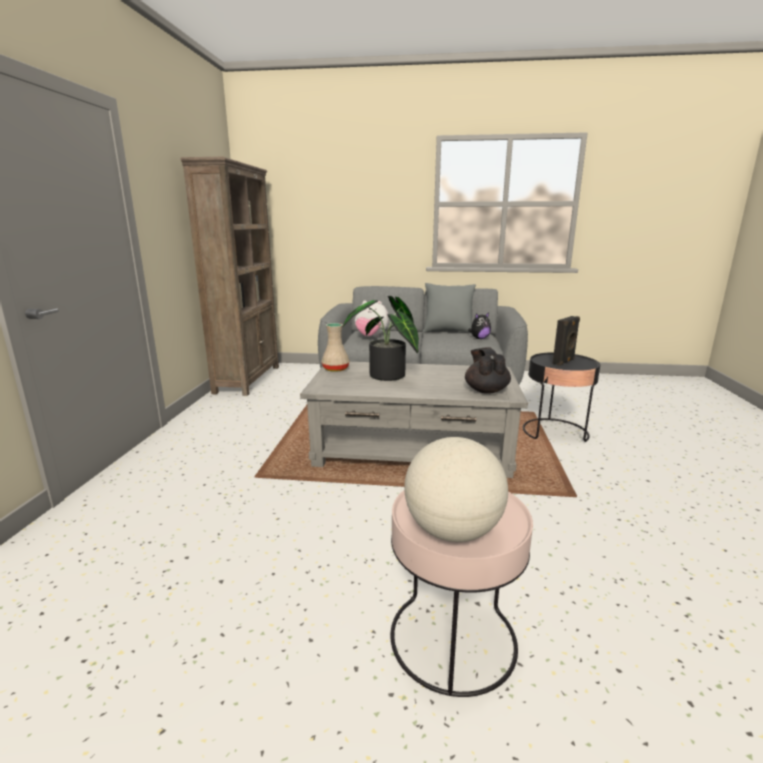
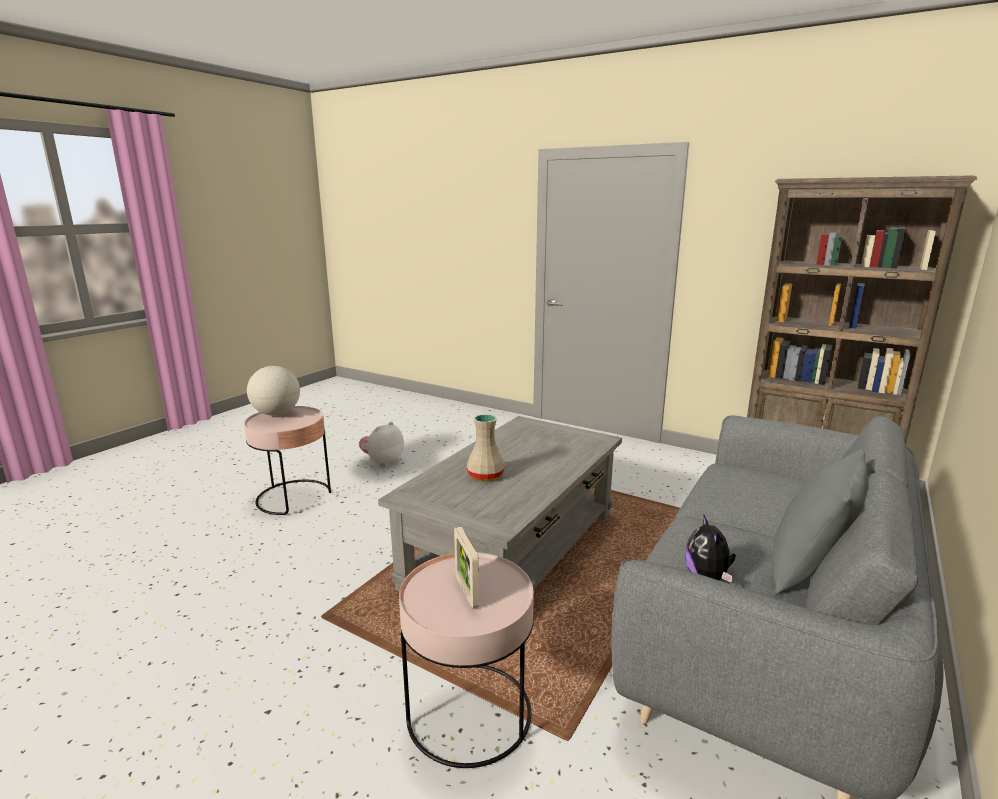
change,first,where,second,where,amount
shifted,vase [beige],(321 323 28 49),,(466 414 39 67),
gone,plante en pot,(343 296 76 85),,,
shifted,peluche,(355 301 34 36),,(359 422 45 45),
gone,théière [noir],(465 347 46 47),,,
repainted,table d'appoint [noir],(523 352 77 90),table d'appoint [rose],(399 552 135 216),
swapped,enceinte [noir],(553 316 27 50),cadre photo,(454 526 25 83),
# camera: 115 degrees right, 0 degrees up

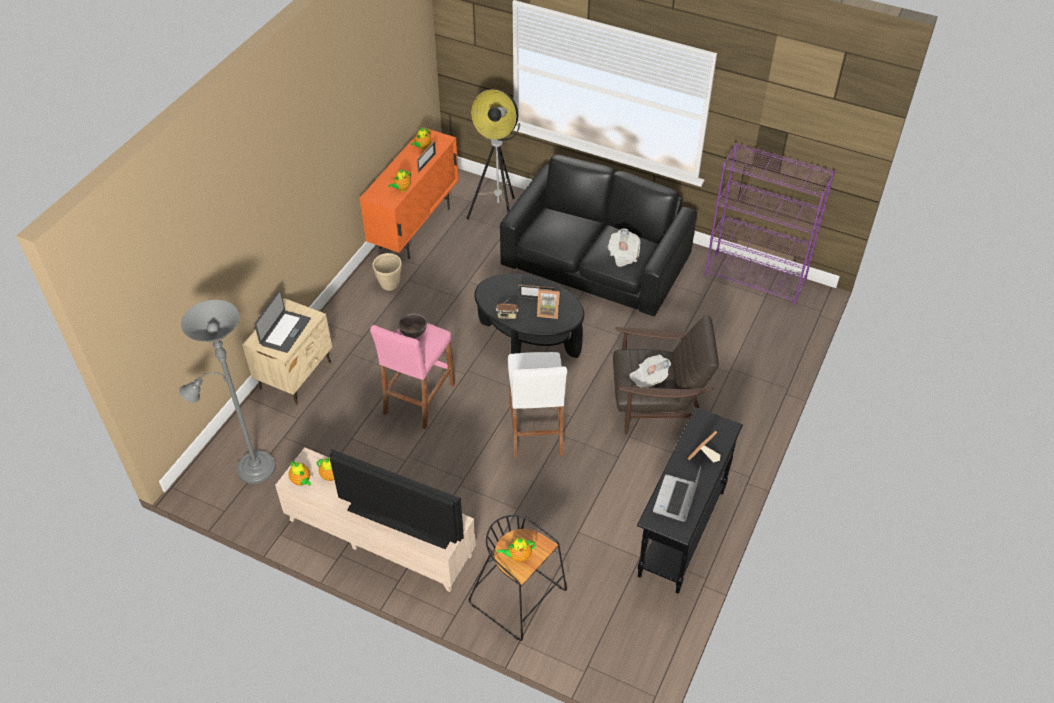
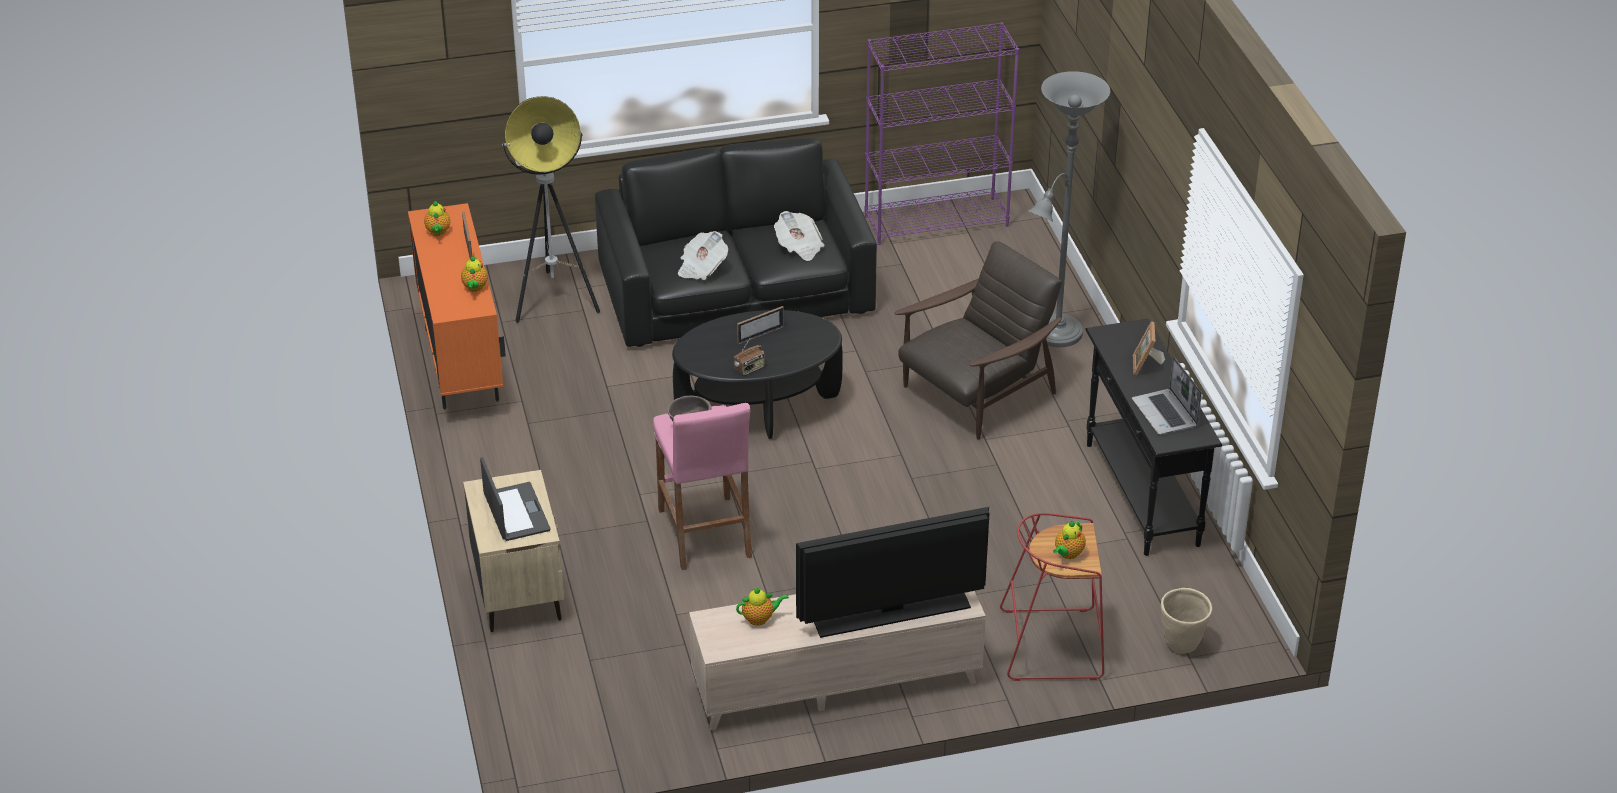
change,first,where,second,where,amount
shifted,lampadaire [gris],(179 300 97 184),,(1028 71 82 276),
gone,théière,(289 461 22 25),,,
shifted,cache-pot [beige],(372 253 30 38),,(1161 588 51 66),
repainted,tabouret [noir],(469 515 98 126),tabouret [rouge],(1000 513 104 168),
gone,tabouret [blanc],(508 352 59 106),,,
gone,cadre photo,(537 289 23 30),,,
shifted,journal,(629 355 42 33),,(678 231 50 49),
# camera: 40 degrees left, 10 degrees down

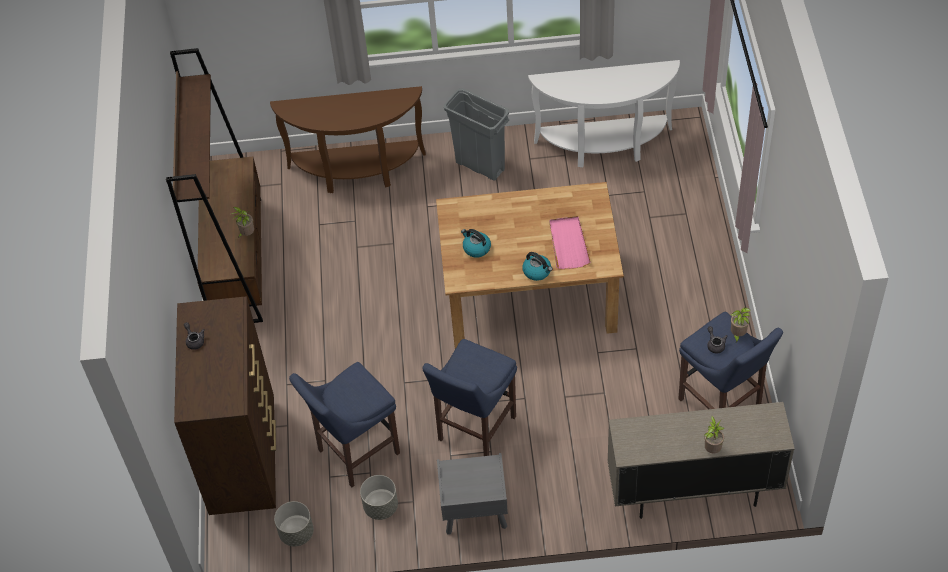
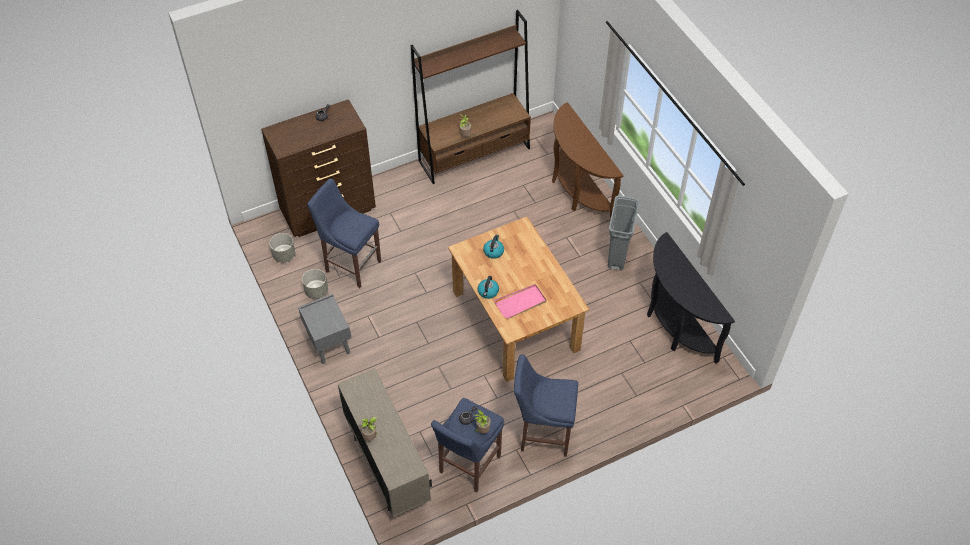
change,first,where,second,where,amount
shifted,tabouret [bleu],(422 339 95 117),,(514 354 64 103),
repainted,table console [blanc],(528 60 152 108),table console [noir],(647 232 88 132),
# camera: 65 degrees right, 0 degrees up

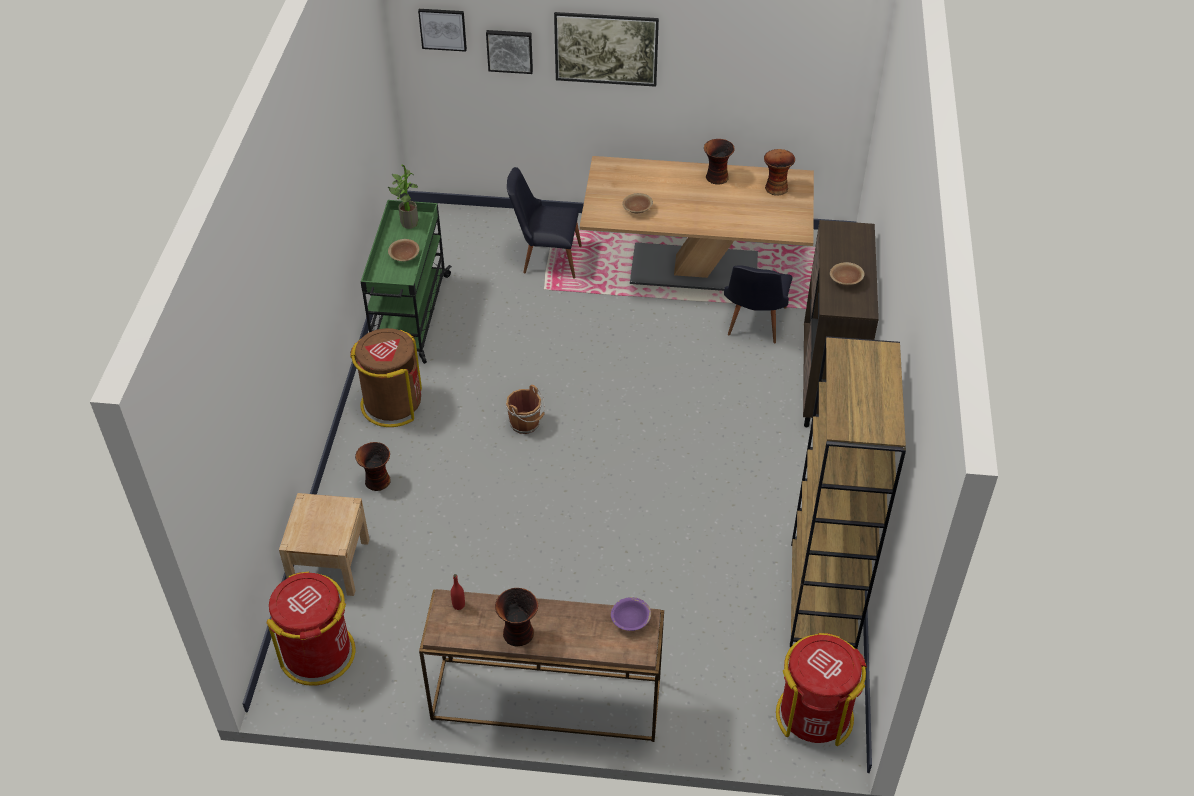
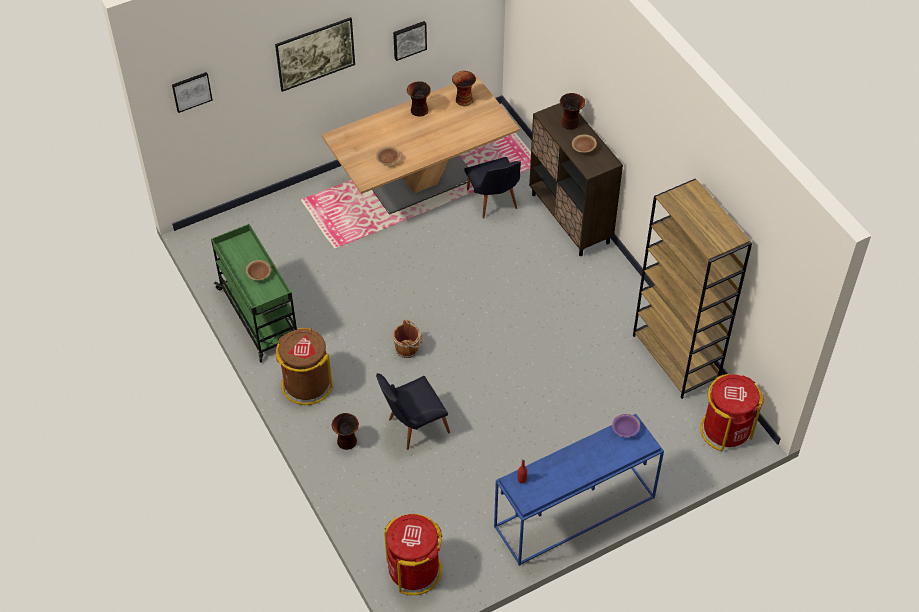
change,first,where,second,where,amount
gone,table de chevet [beige],(279 493 90 103),,,
gone,plante en pot,(388 165 30 64),,,
repainted,table console [marron],(419 589 245 153),table console [bleu],(494 414 170 152),
shifted,tableau,(486 30 47 44),,(393 21 34 40),
shifted,vase,(495 588 43 58),,(560 93 25 37),
shifted,chaise [noir],(507 167 75 112),,(376 373 74 77),
# camera: 35 degrees left, 5 degrees up

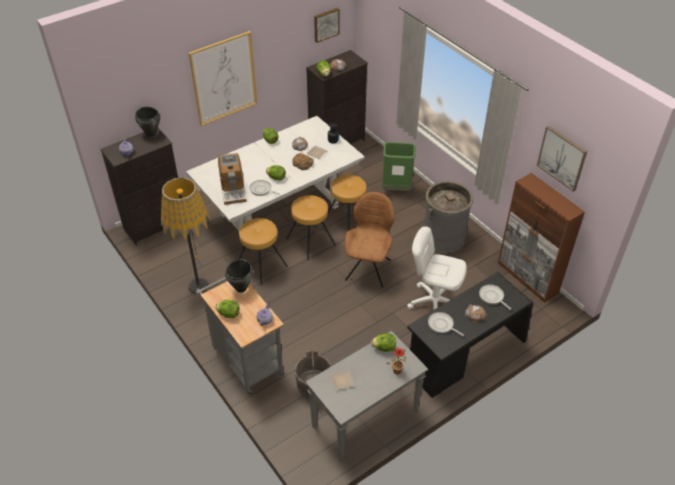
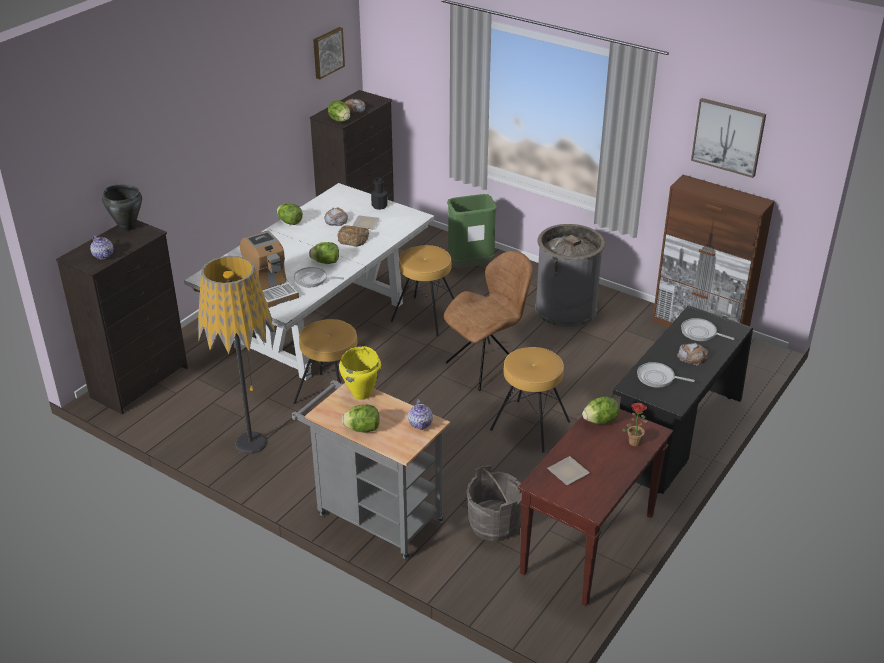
change,first,where,second,where,amount
gone,tableau,(189 31 68 95),,,
repainted,marmite [noir],(225 259 28 34),marmite [jaune],(339 346 42 54),
shifted,tabouret [marron],(287 195 49 65),,(490 347 80 106),
repainted,table console [gris],(306 331 122 132),table console [marron],(518 409 155 197),
rotated,chaise [marron],(345 192 50 96),,(444 251 89 140),60 degrees clockwise
gone,chaise de bureau [blanc],(407 226 60 84),,,
# camera: 20 degrees left, 10 degrees down

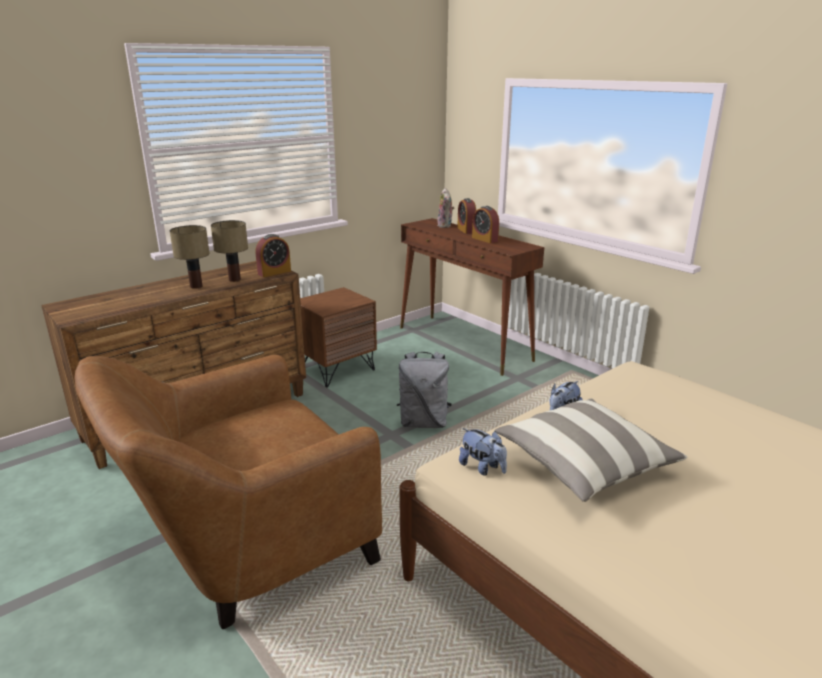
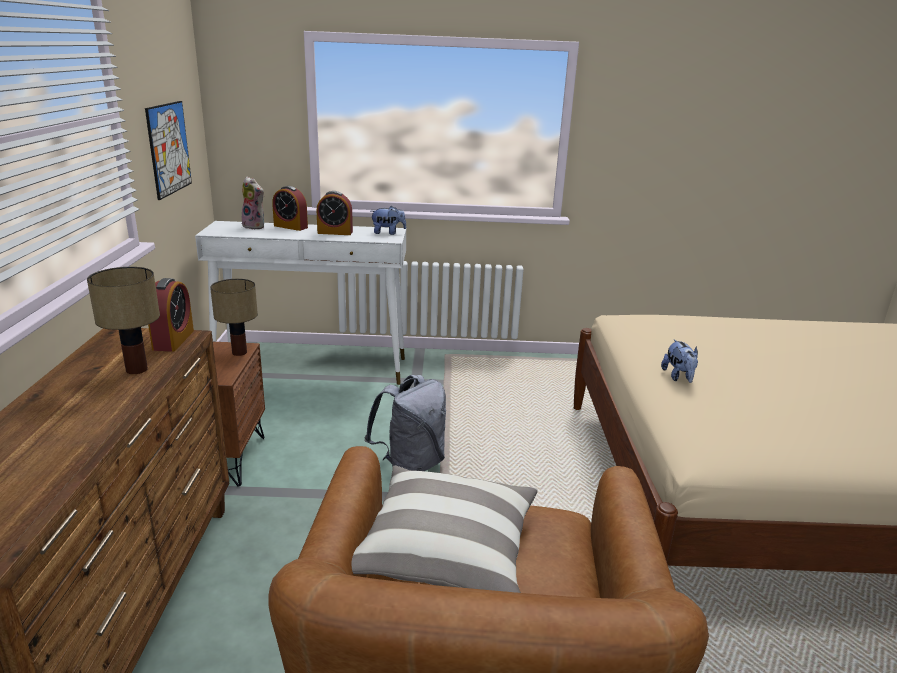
change,first,where,second,where,amount
shifted,lampe de table,(170 225 40 64),,(210 279 48 77),
repainted,table console [marron],(400 218 144 158),table console [blanc],(195 221 211 164),
shifted,peluche,(459 428 48 48),,(372 206 34 29),
shifted,coussin,(495 399 192 103),,(351 466 187 127),
new,,,tableau,(145 101 47 99),
# camera: 50 degrees left, 0 degrees up

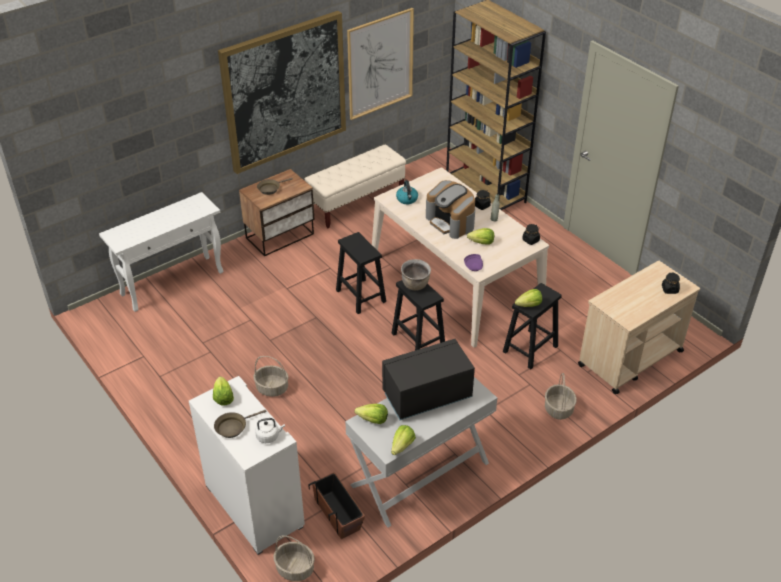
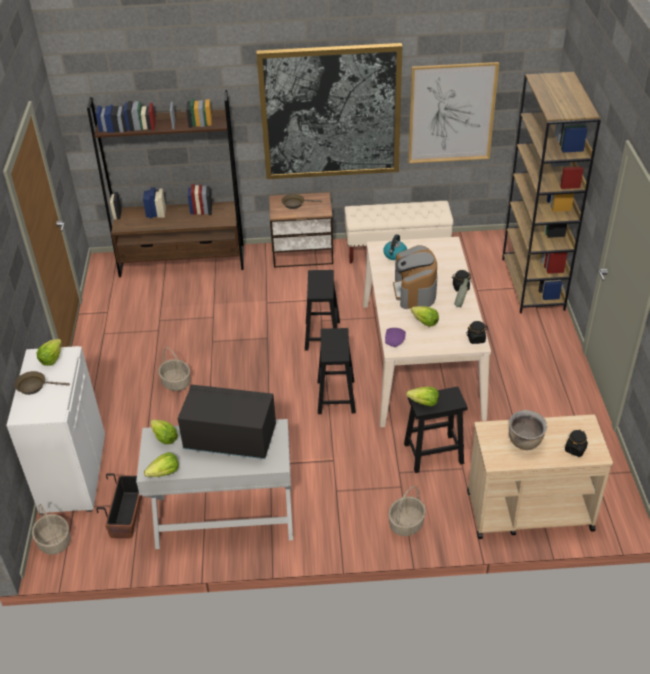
change,first,where,second,where,amount
swapped,table console [blanc],(99 192 125 120),bibliothèque [marron],(87 90 157 187),
gone,bouilloire [blanc],(255 418 30 25),,,
shifted,marmite [marron],(401 259 30 32),,(509 410 38 40),
# camera: 35 degrees right, 0 degrees up

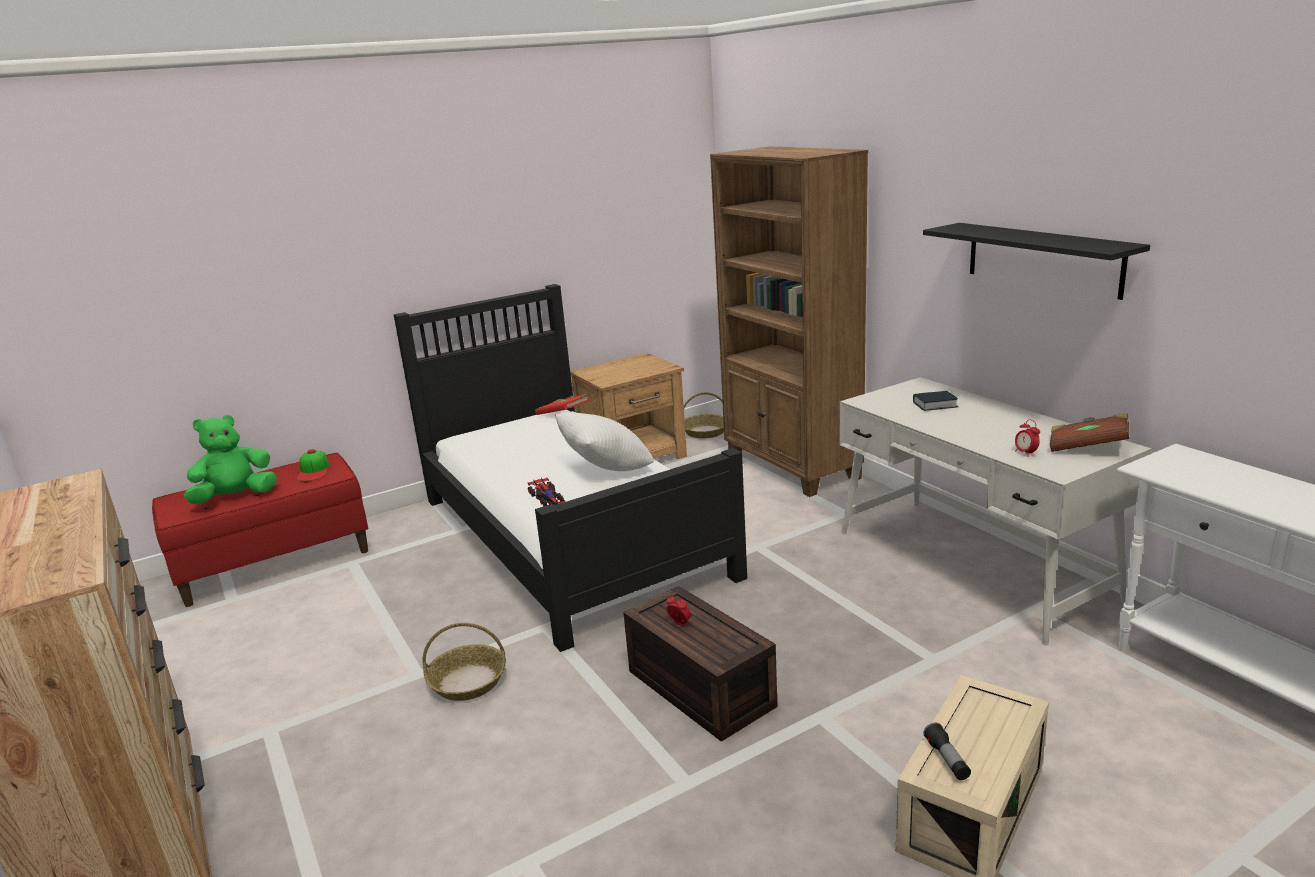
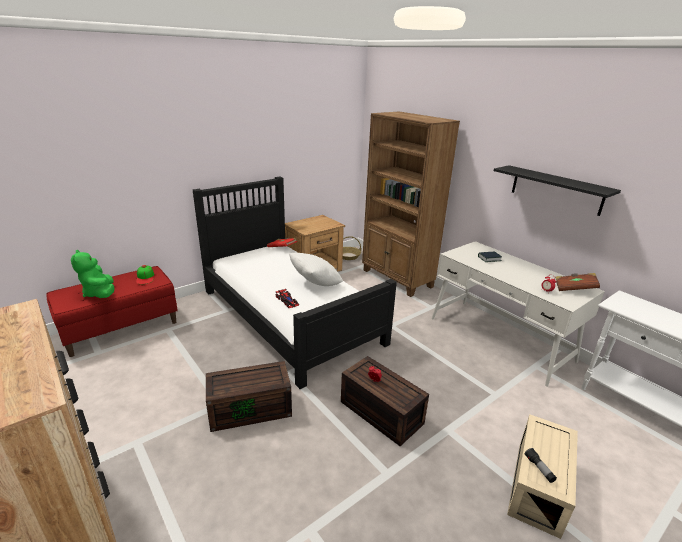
change,first,where,second,where,amount
rotated,peluche [vert],(184 415 93 89),,(71 250 44 48),75 degrees counterclockwise
swapped,panier,(422 623 84 78),boîte de rangement [marron],(206 361 86 71),
# camera: 10 degrees left, 5 degrees up

